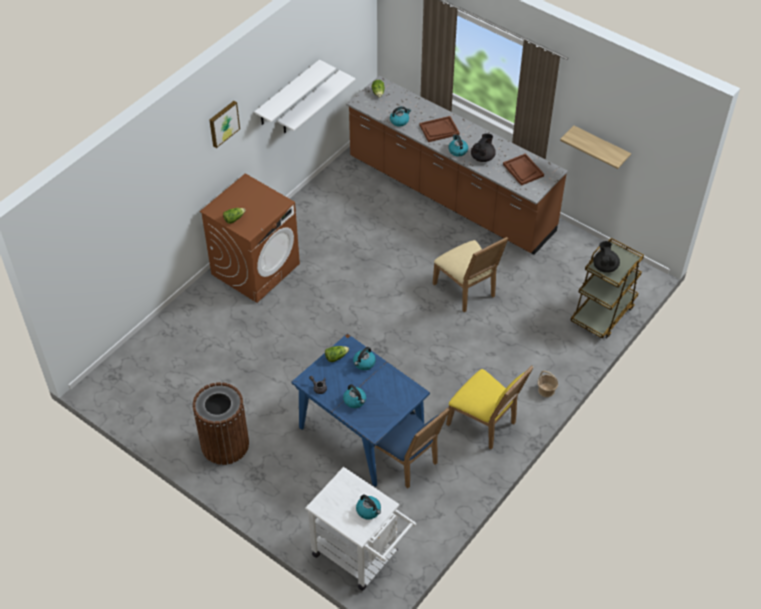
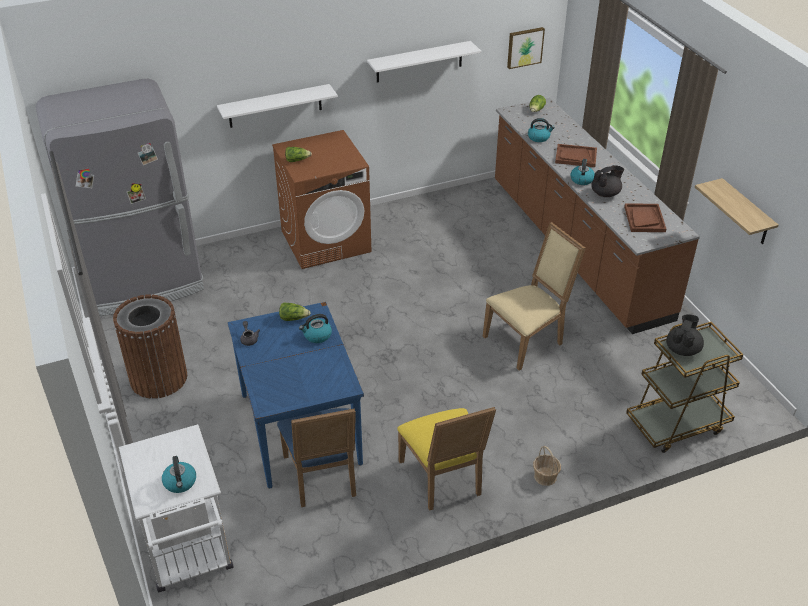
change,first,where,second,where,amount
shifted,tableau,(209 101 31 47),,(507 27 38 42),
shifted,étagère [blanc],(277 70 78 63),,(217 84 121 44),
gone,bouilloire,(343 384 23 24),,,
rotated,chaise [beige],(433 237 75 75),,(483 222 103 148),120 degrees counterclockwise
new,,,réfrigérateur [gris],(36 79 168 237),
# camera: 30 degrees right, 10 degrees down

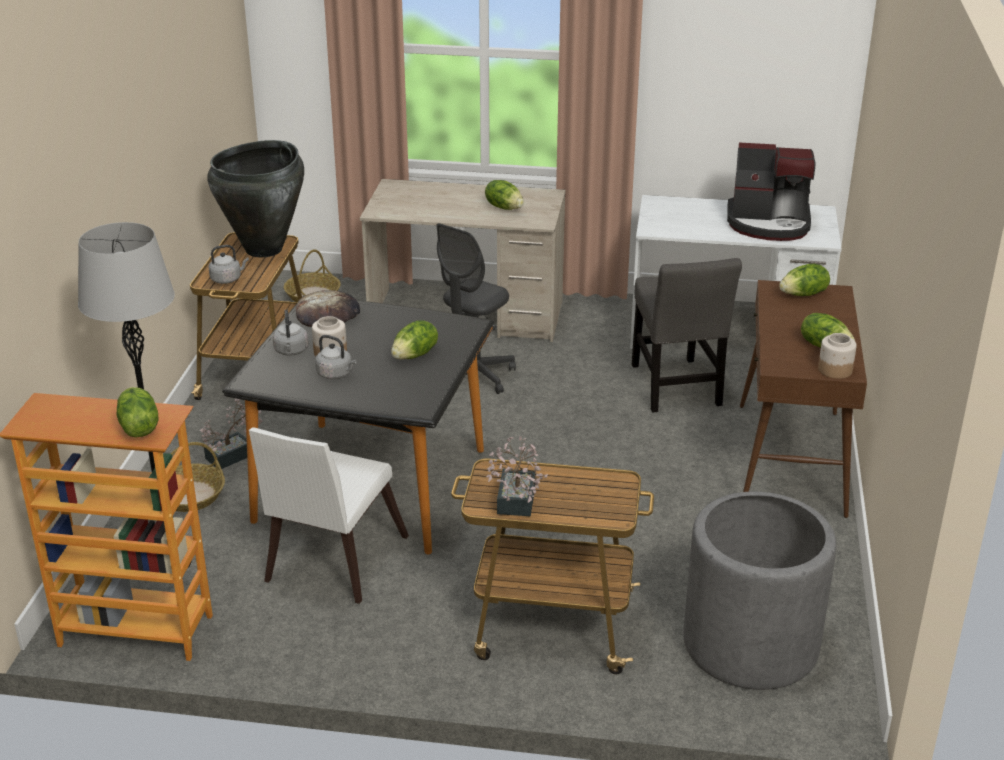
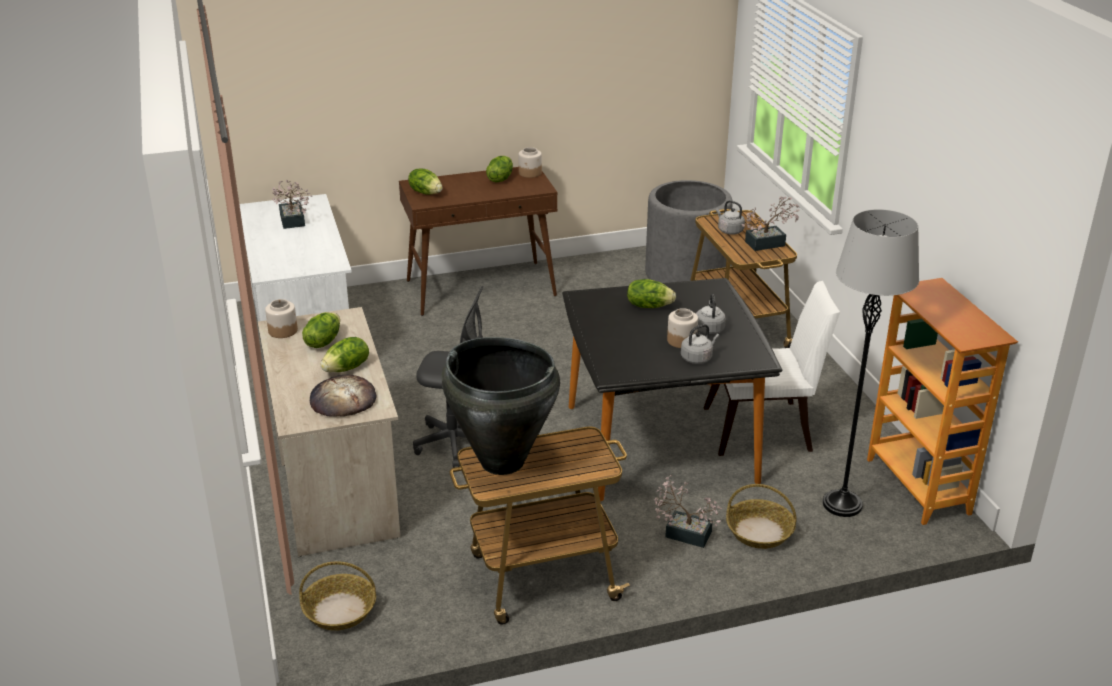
change,first,where,second,where,amount
shifted,laitue,(117 387 42 51),,(321 337 48 35),
shifted,bouilloire [gris],(208 245 41 39),,(716 200 29 35),
shifted,pain,(296 290 64 37),,(310 375 67 42),
gone,chaise [gris],(632 258 110 155),,,
swapped,machine à café,(727 143 88 98),plante en pot,(272 180 40 49),
new,,,bocal,(265 299 33 39),
# camera: 115 degrees left, 0 degrees up

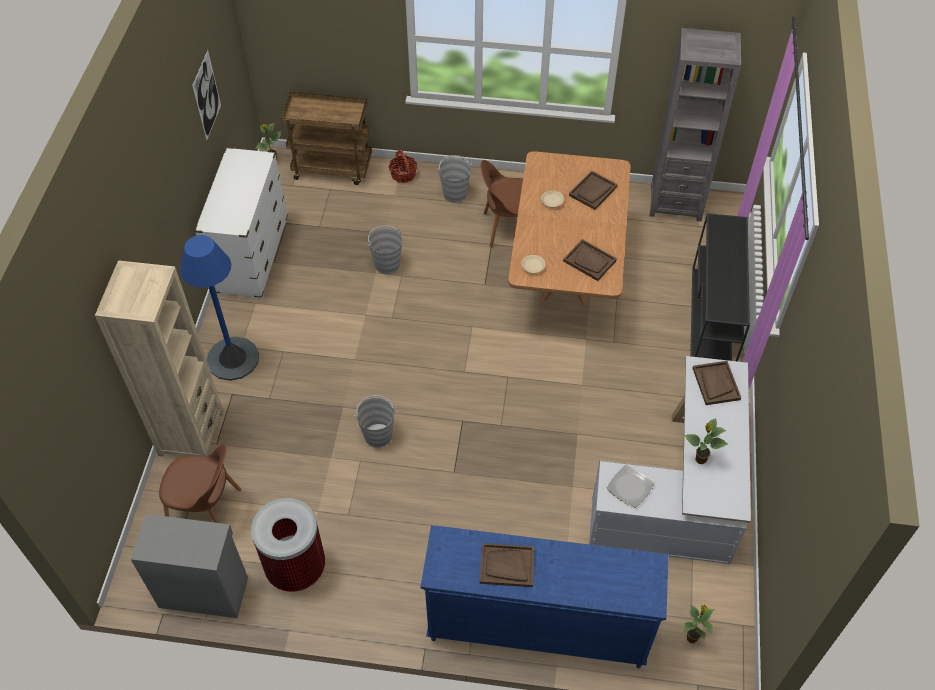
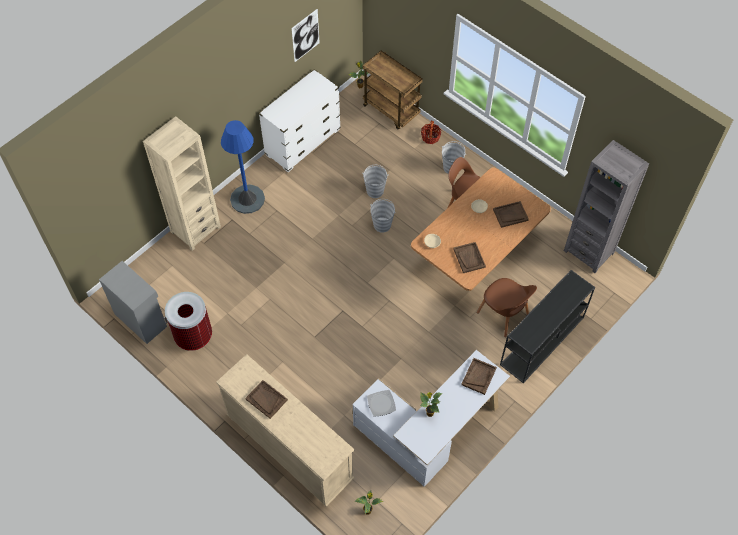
change,first,where,second,where,amount
shifted,chaise [marron],(159 445 82 78),,(477 278 60 59),
shifted,seau [gris],(354 395 42 53),,(370 199 26 34),
repainted,commode [bleu],(421 525 247 143),commode [beige],(216 354 139 153),
# camera: 35 degrees right, 5 degrees up

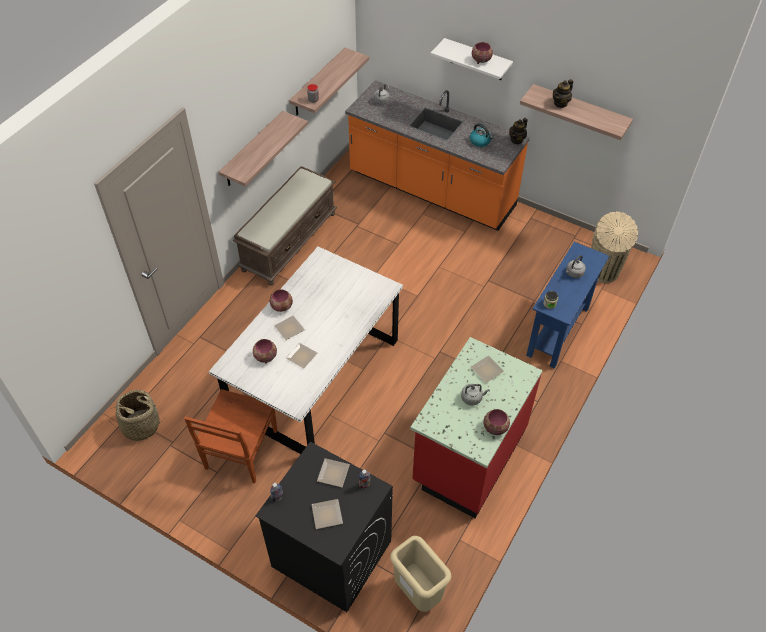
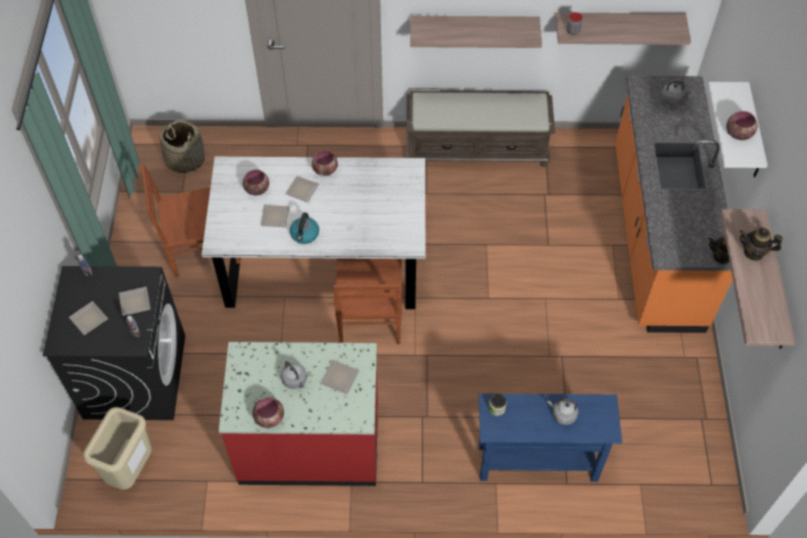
change,first,where,second,where,amount
shifted,bouilloire,(470 123 23 24),,(290 213 29 31),
gone,poubelle [beige],(591 212 47 71),,,
new,,,chaise [marron],(334 258 68 86),
# camera: 60 degrees right, 5 degrees up

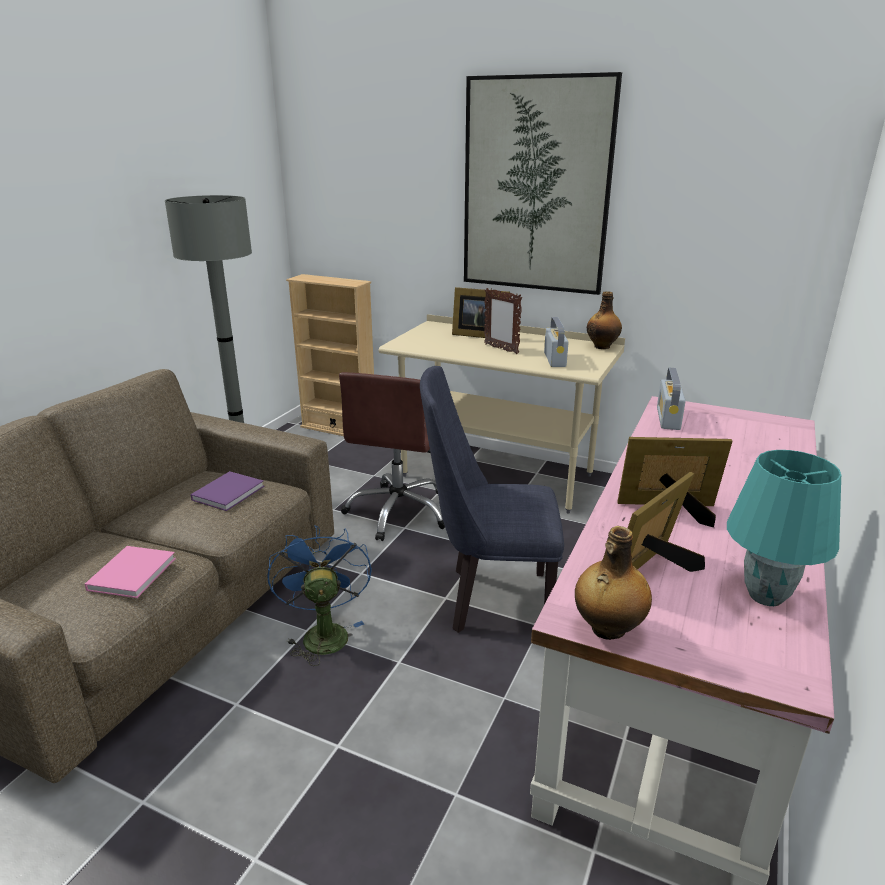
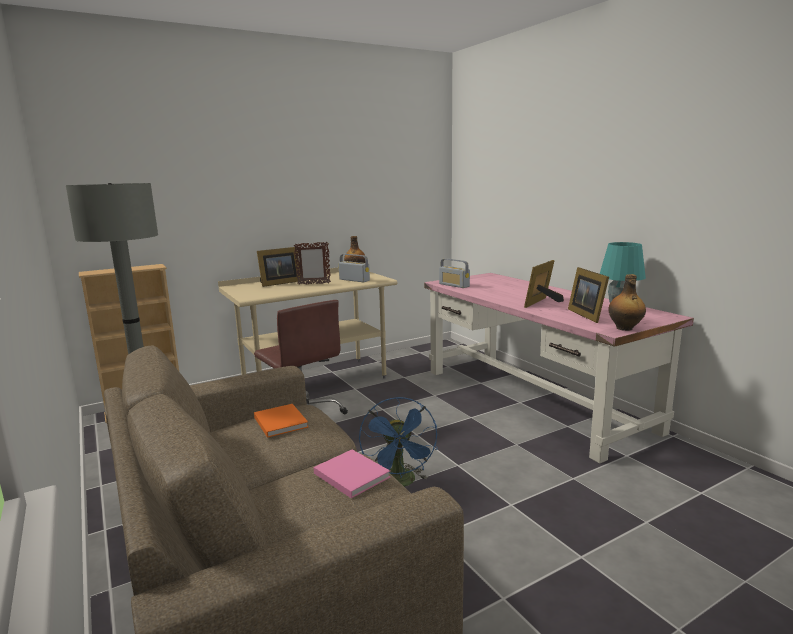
change,first,where,second,where,amount
repainted,livre [violet],(190 471 74 40),livre [orange],(254 404 54 34),
rotated,ventilateur [bleu],(267 526 105 140),,(359 397 78 90),120 degrees counterclockwise
gone,chaise [bleu],(420 366 144 267),,,
gone,tableau,(464 72 158 223),,,
# camera: 55 degrees left, 10 degrees down

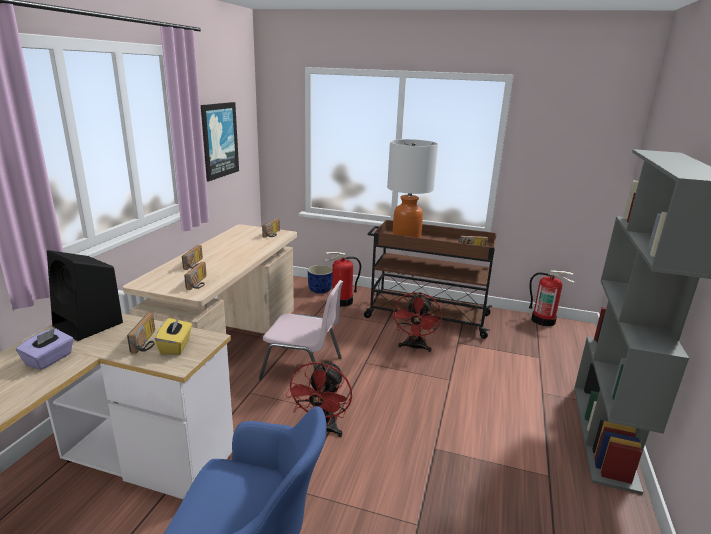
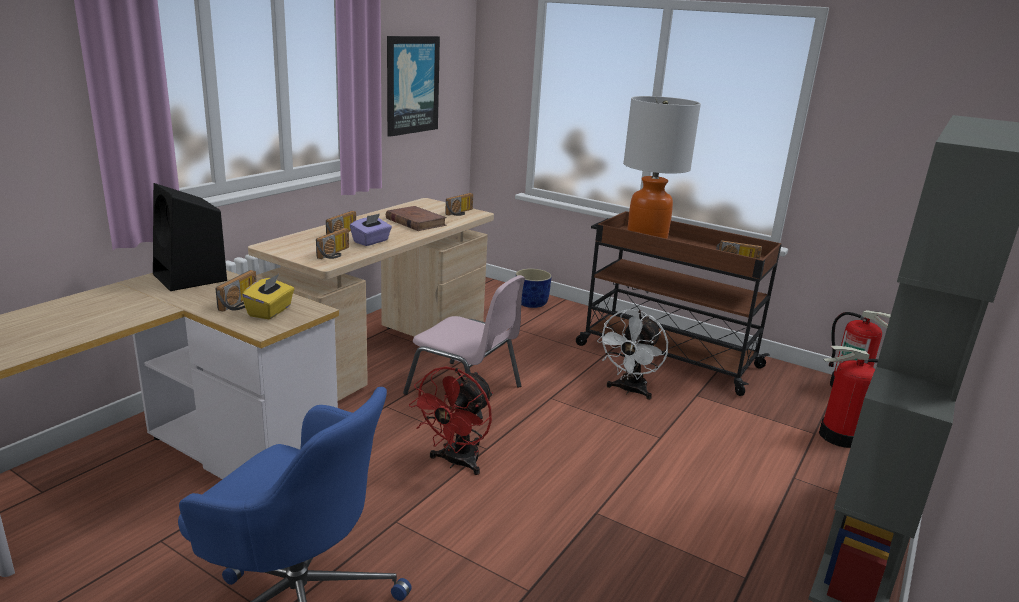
change,first,where,second,where,amount
shifted,boîte à mouchoirs [violet],(16 328 58 42),,(350 214 42 32),
shifted,extincteur,(324 252 37 55),,(819 346 59 102),
repainted,ventilateur [rouge],(392 292 50 60),ventilateur [blanc],(597 309 71 91),
new,,,livre [marron],(386 206 61 25),
# camera: 15 degrees right, 0 degrees up

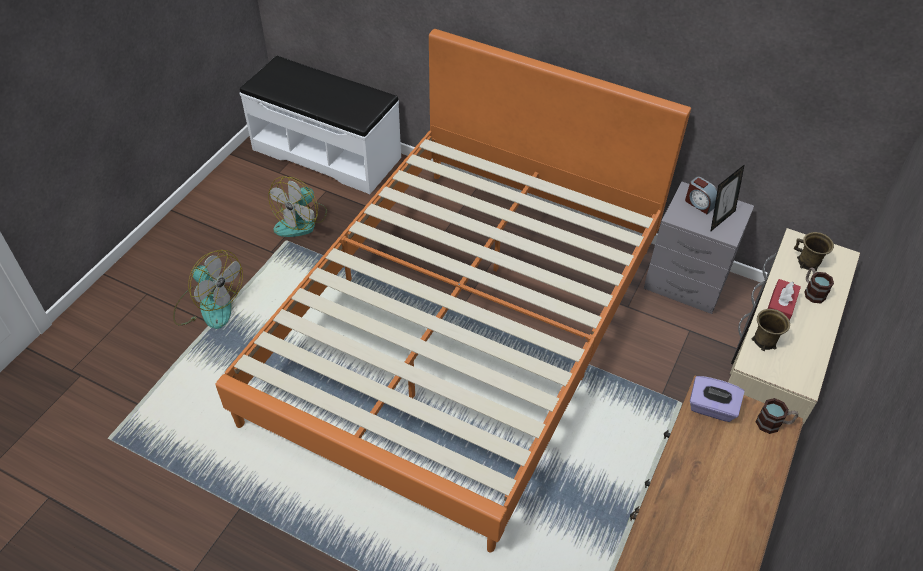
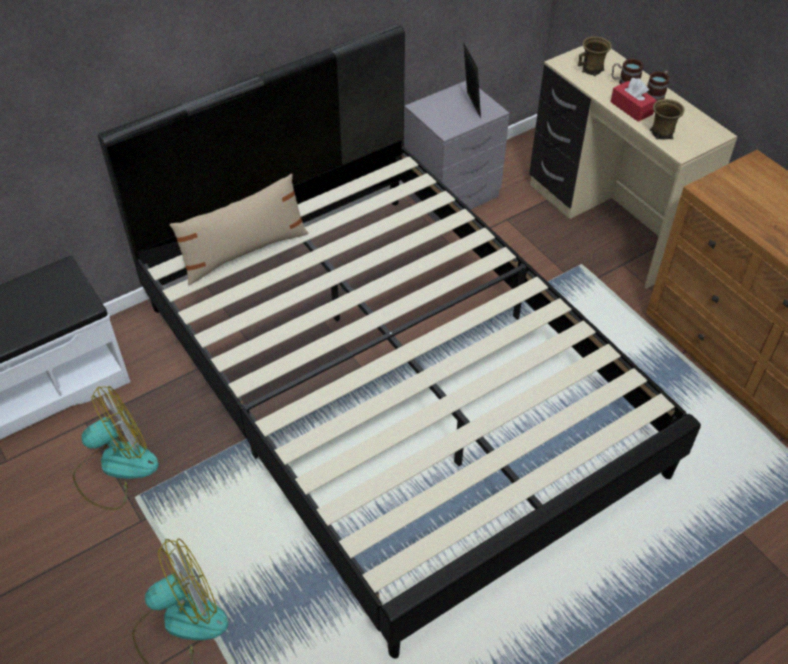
change,first,where,second,where,amount
repainted,lit [orange],(216 29 475 523),lit [noir],(98 24 603 635),
rotated,ventilateur,(268 176 59 61),,(73 386 86 124),90 degrees counterclockwise
gone,réveil,(685 177 32 37),,,
gone,boîte à mouchoirs [violet],(690 376 54 46),,,
shifted,mug,(756 398 42 36),,(646 70 24 31),
new,,,coussin [beige],(170 174 139 111),
# camera: 60 degrees left, 0 degrees up

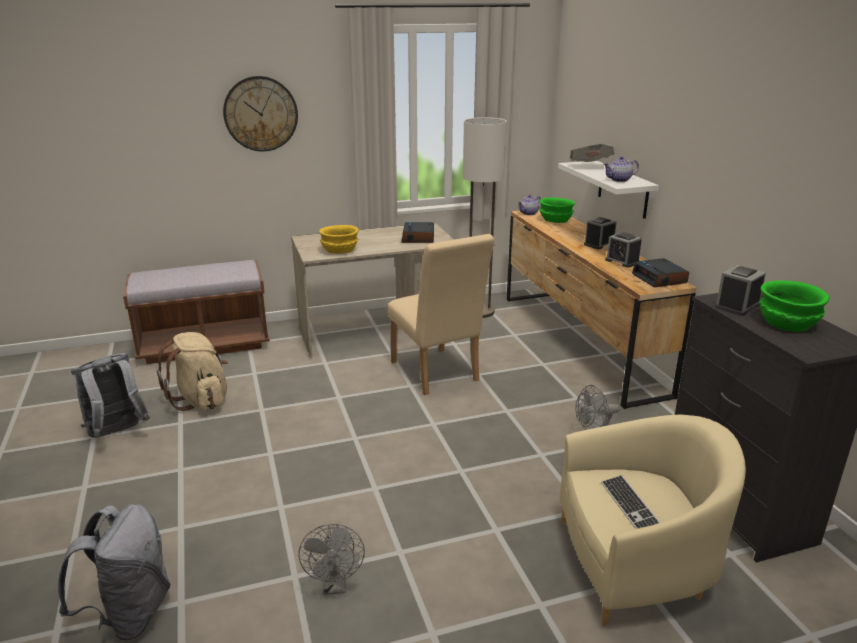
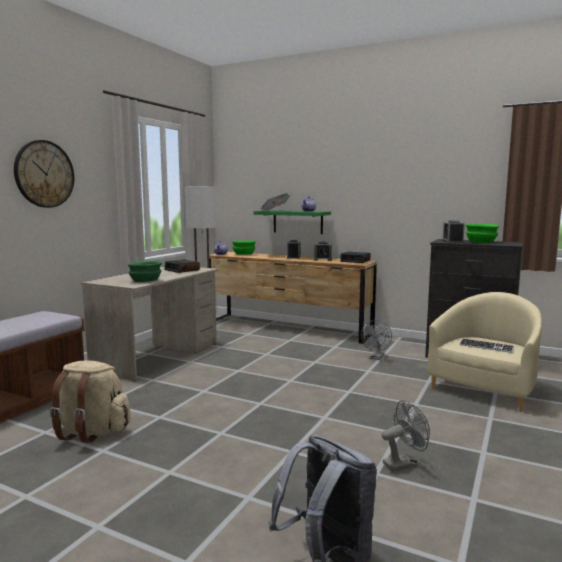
change,first,where,second,where,amount
gone,sac à dos [gris],(71 353 79 85),,,
rotated,ventilateur [gris],(298 524 67 71),,(382 400 48 72),60 degrees counterclockwise
repainted,bol [jaune],(319 225 40 29),bol [vert],(128 261 34 21),
gone,chaise [beige],(388 234 106 161),,,
repainted,étagère [blanc],(558 161 101 58),étagère [vert],(254 210 77 24),
# camera: 45 degrees left, 15 degrees down

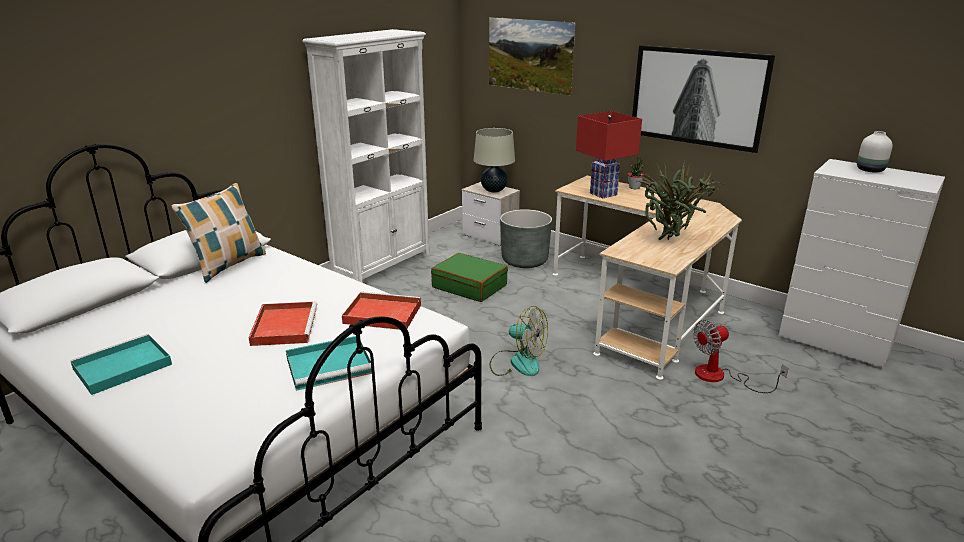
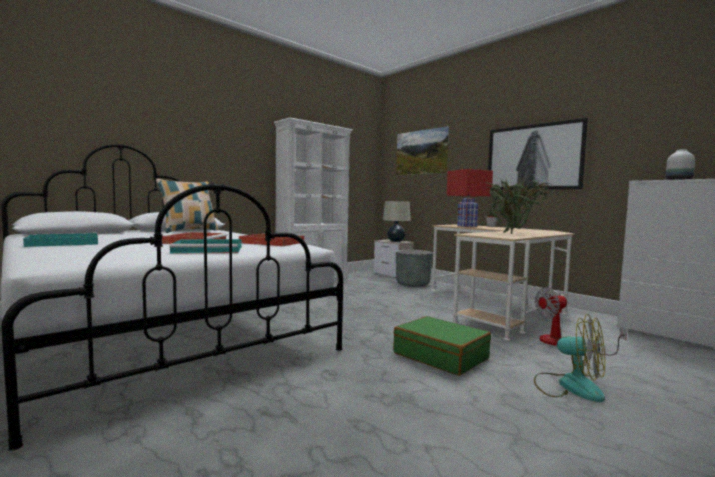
change,first,where,second,where,amount
shifted,valise [vert],(431 253 77 49),,(393 316 98 59),
shifted,ventilateur,(489 306 59 70),,(534 314 71 88),
# camera: 10 degrees right, 20 degrees down

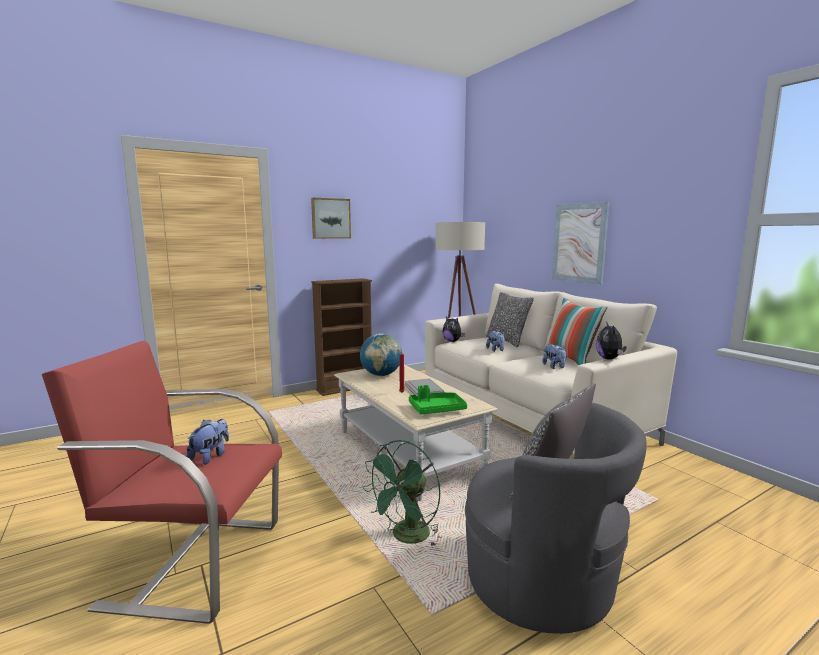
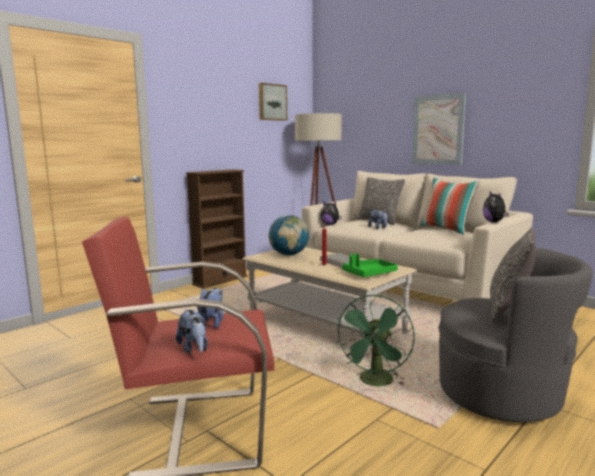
change,first,where,second,where,amount
shifted,tableau,(311 198 40 41),,(259 83 28 38),
shifted,peluche,(542 344 24 25),,(176 309 32 45),
# camera: 15 degrees left, 0 degrees up

